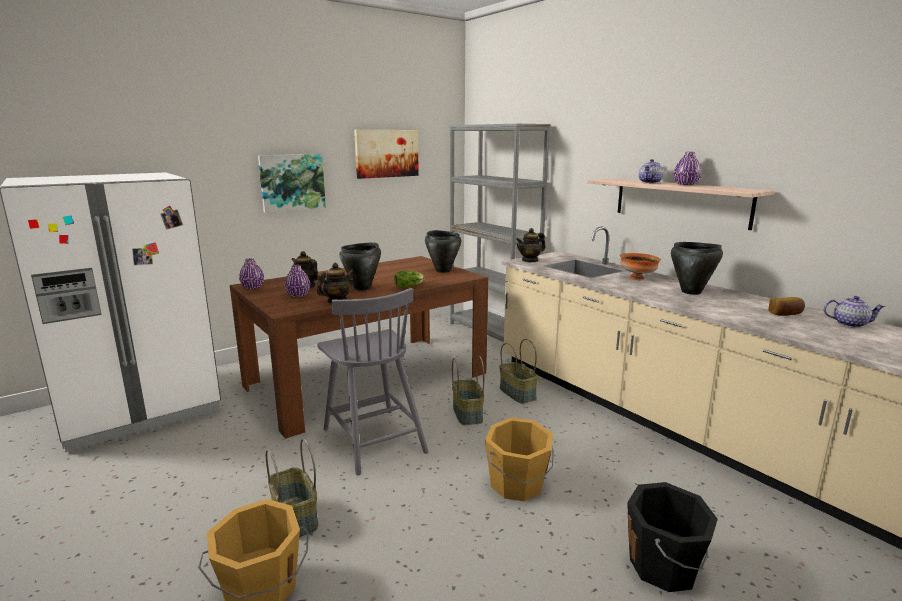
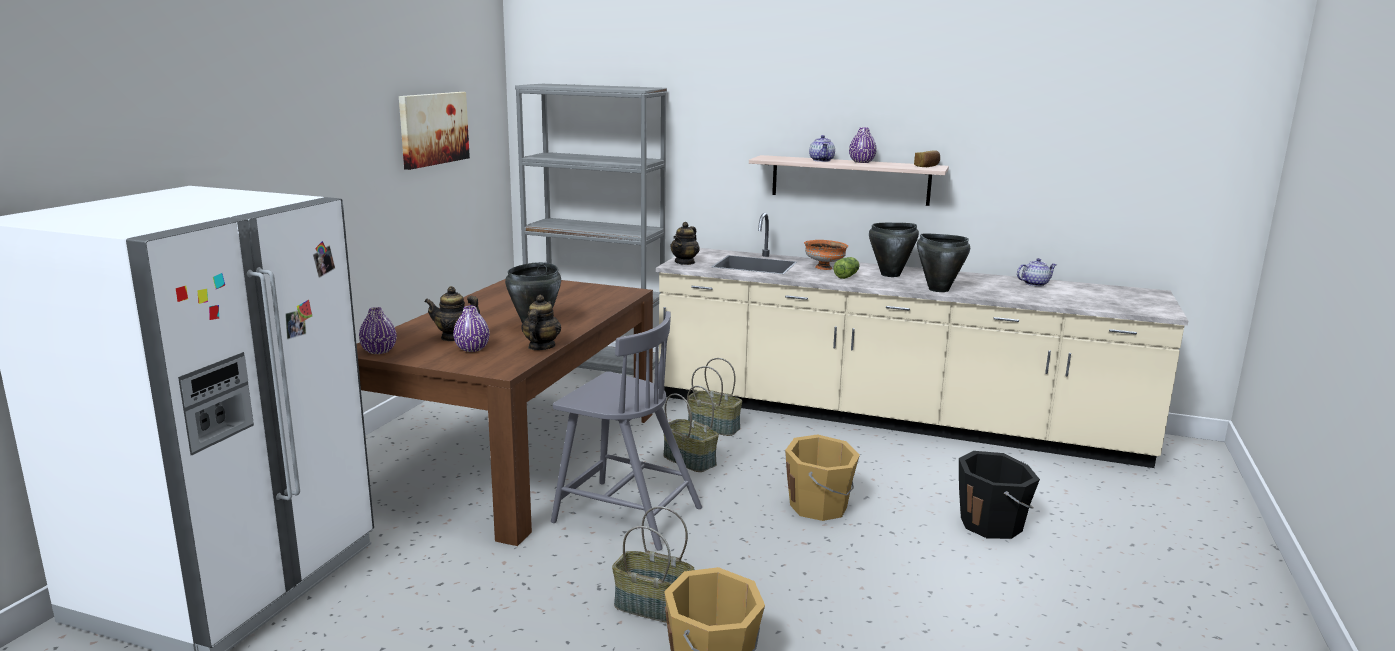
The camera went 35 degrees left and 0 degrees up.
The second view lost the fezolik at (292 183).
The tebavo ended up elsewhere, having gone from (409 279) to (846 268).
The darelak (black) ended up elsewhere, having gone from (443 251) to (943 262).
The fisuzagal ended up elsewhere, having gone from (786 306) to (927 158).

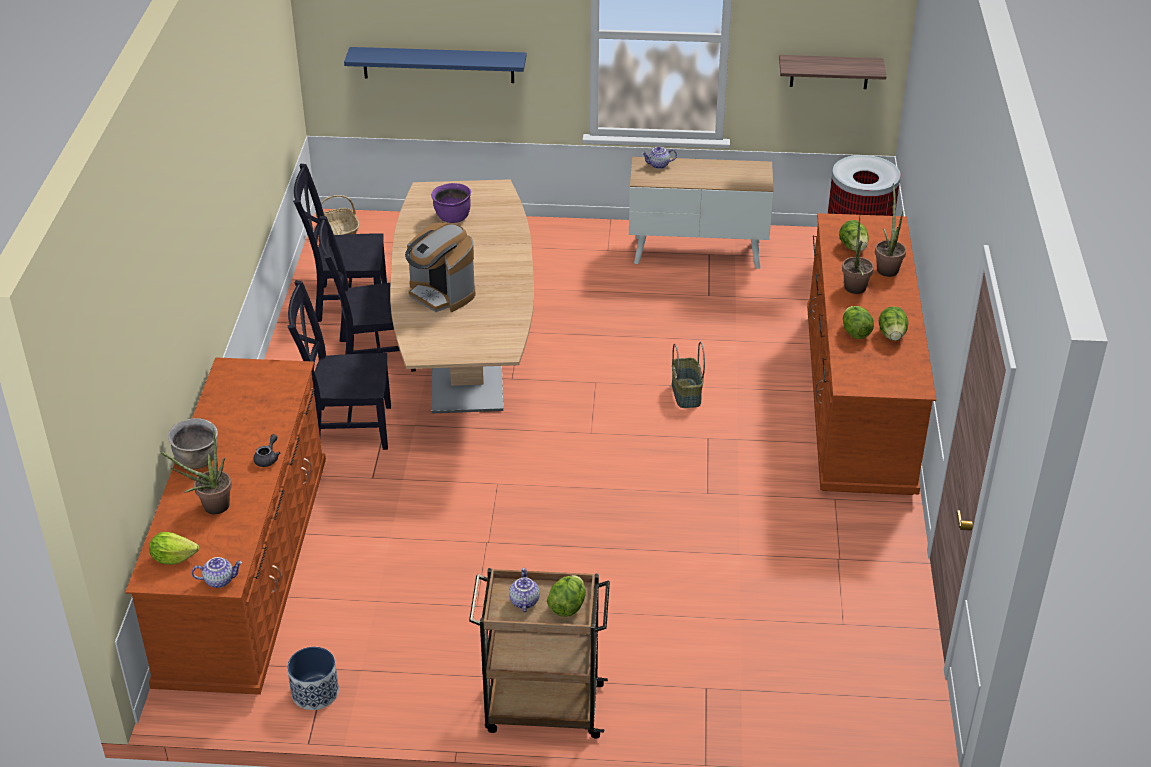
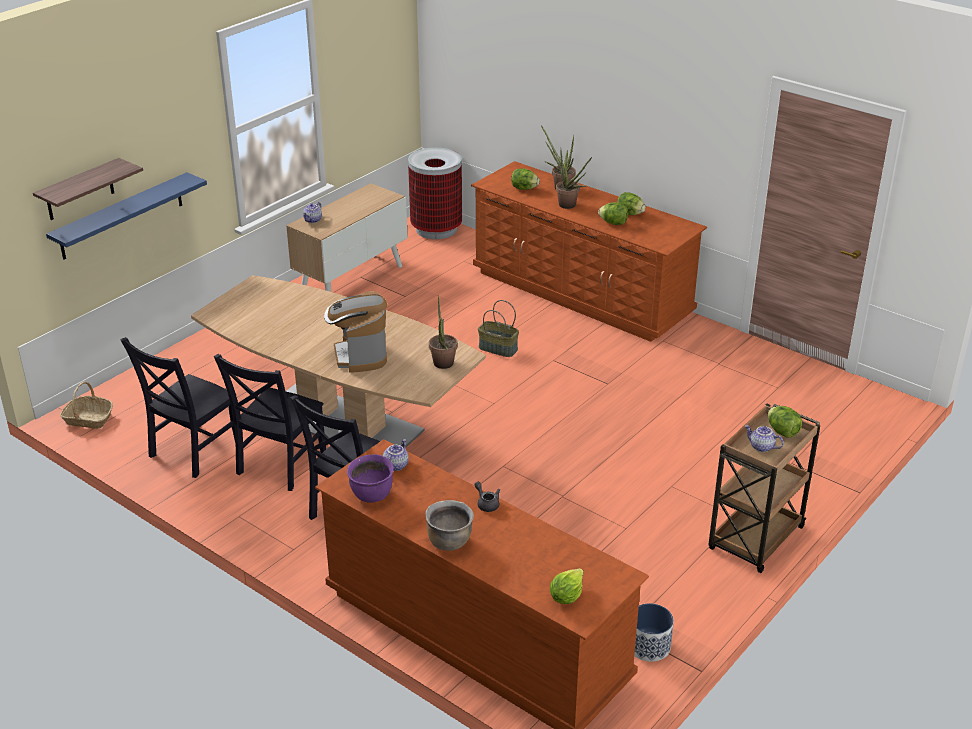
The camera went 55 degrees left and 5 degrees down.
The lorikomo ended up elsewhere, having gone from (196 471) to (443 332).
The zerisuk ended up elsewhere, having gone from (217 572) to (396 455).
The darelak (purple) ended up elsewhere, having gone from (451 203) to (370 478).
The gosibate ended up elsewhere, having gone from (832 72) to (88 189).
The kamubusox at (440 267) ended up facing another way, 90 degrees clockwise from before.

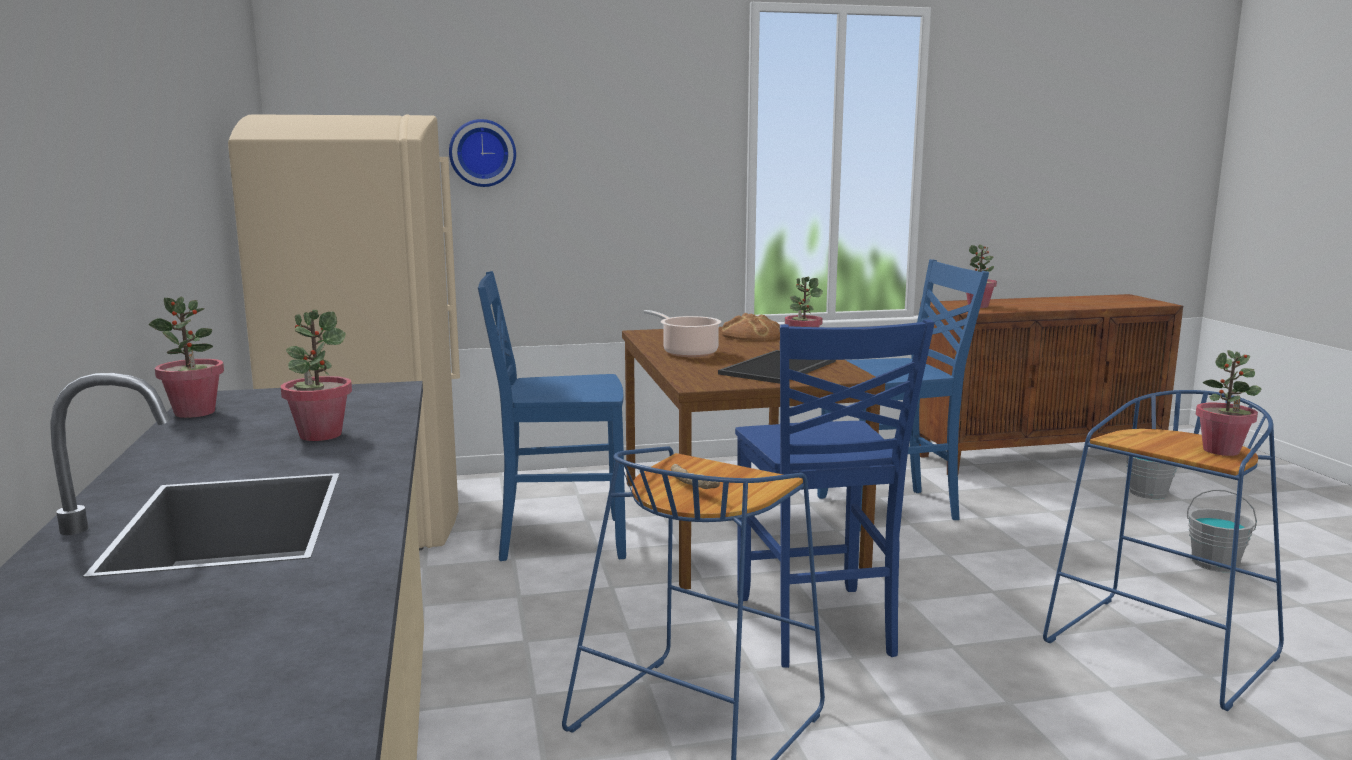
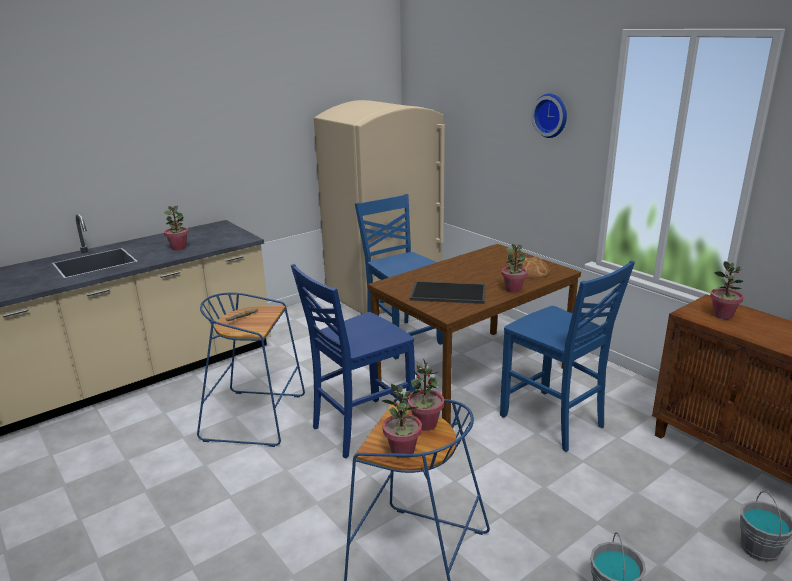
The camera went 65 degrees right and 10 degrees up.
The second view lost the darelak at (682 333).
The lorikomo ended up elsewhere, having gone from (186 357) to (425 395).
The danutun ended up elsewhere, having gone from (482 153) to (549 116).

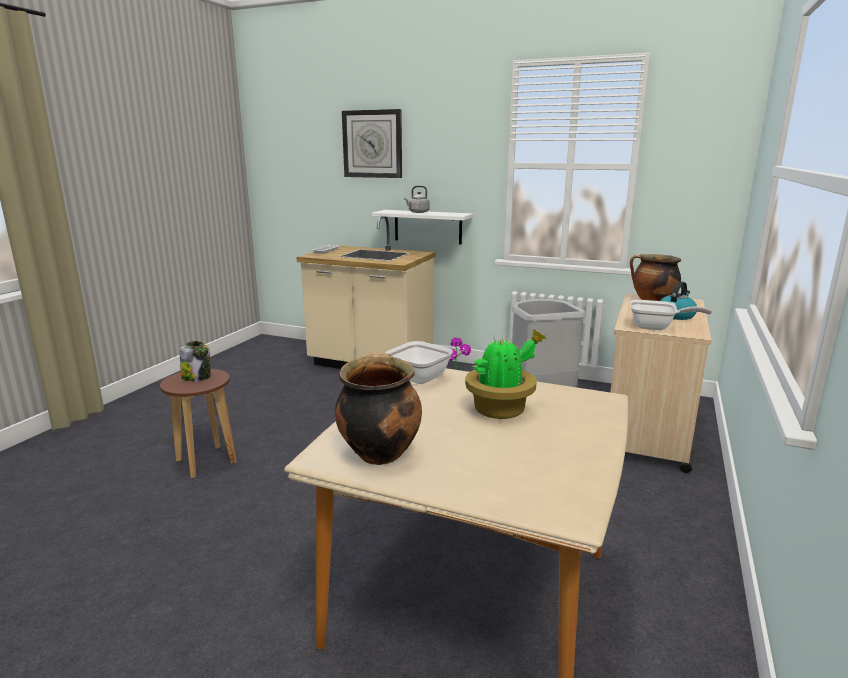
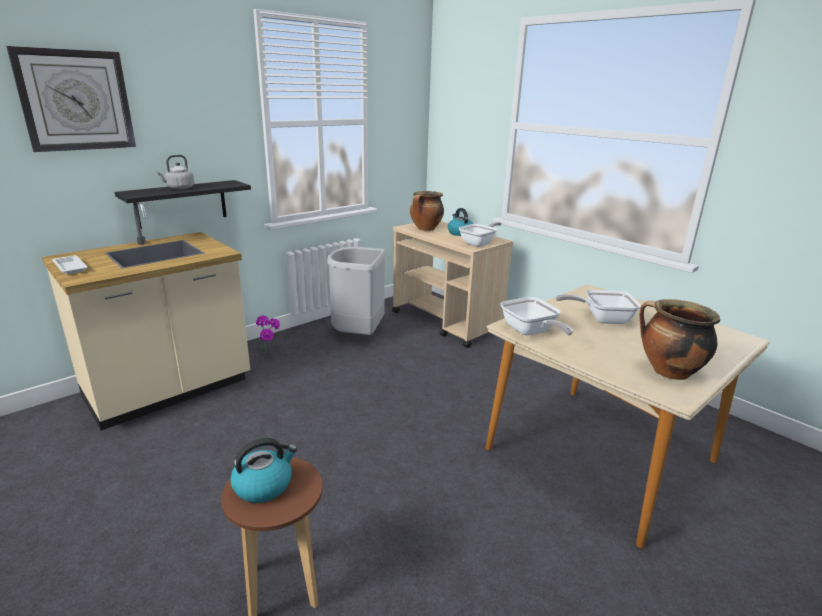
The camera went 65 degrees left and 5 degrees up.
Where the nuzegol stood at (195 361), the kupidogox came to stand at (263 470).
Where the lorikomo stood at (505 374), the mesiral came to stand at (598 307).
What was the gosibate (white) at (422 227) turned into the gosibate (black) at (183 204).

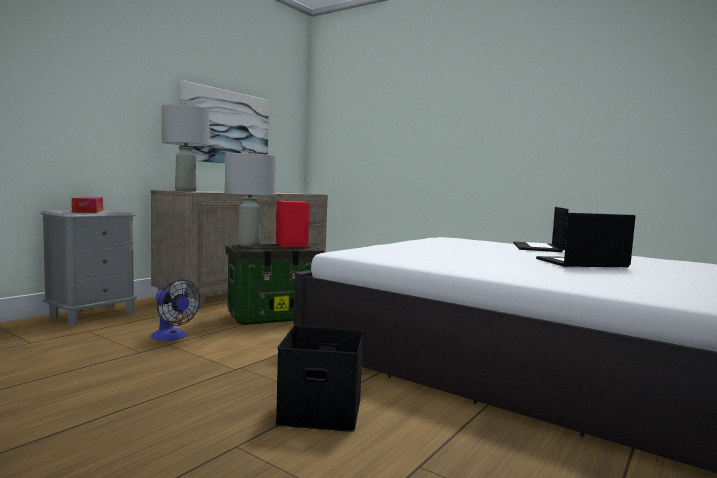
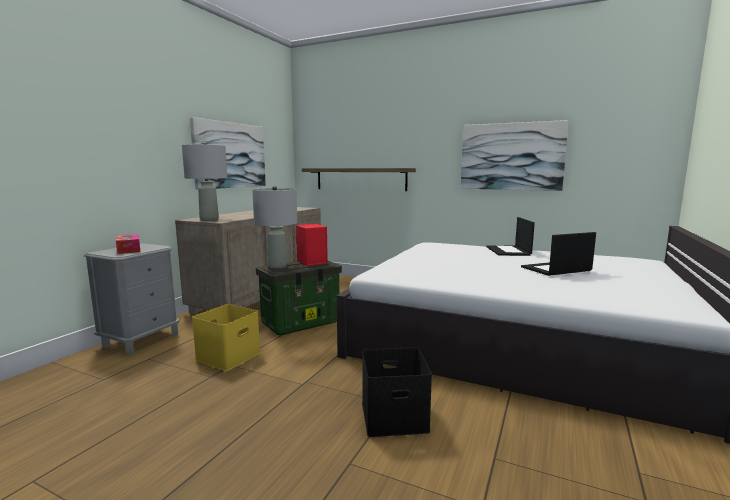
The camera went 10 degrees left and 5 degrees up.
The second view gained the gosibate at (359 179).
The second view gained the fezolik at (515 155).
Where the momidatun stood at (175 309), the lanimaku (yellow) came to stand at (226 337).

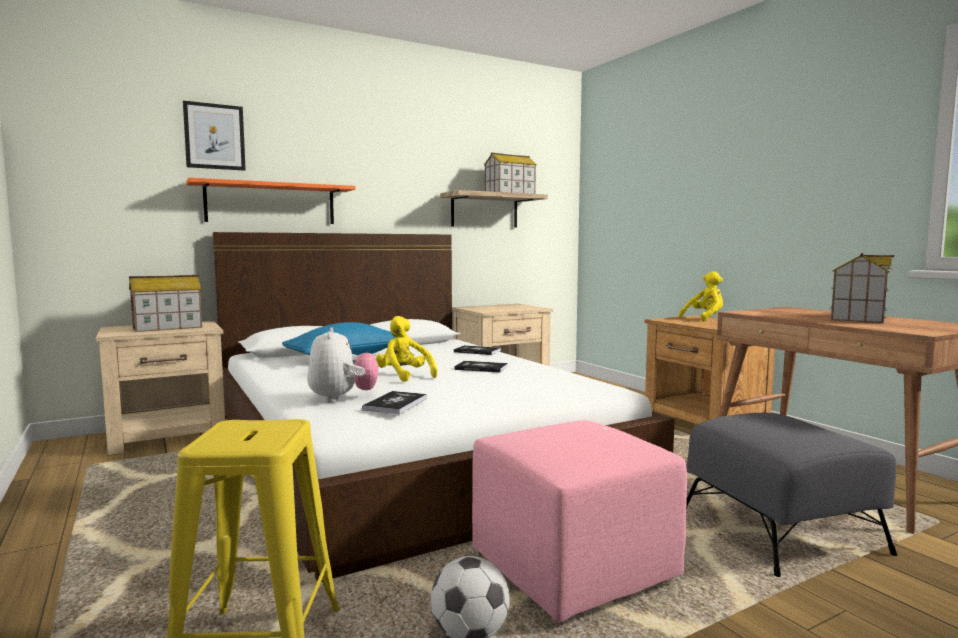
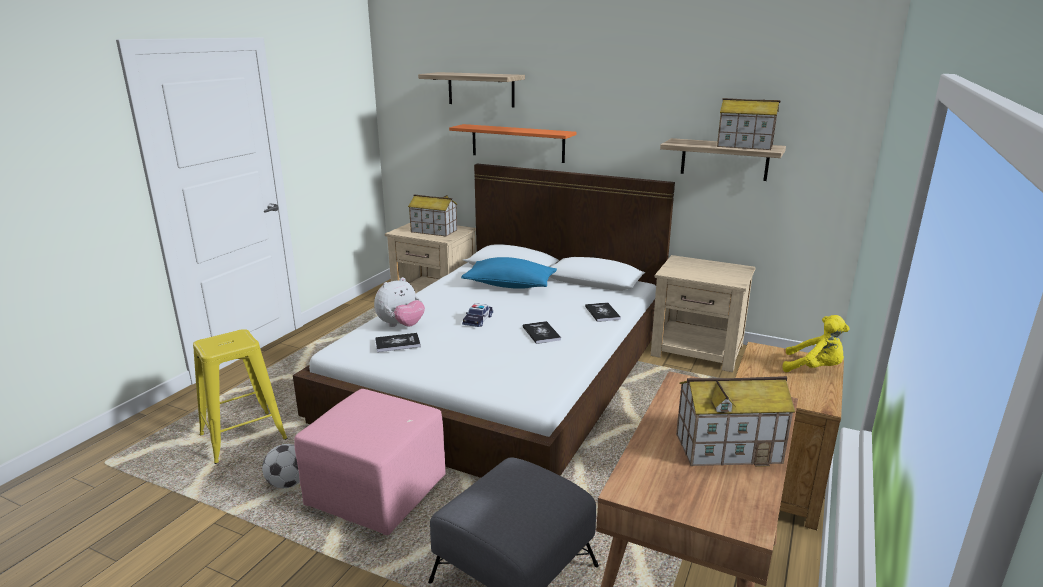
The camera went 55 degrees right and 15 degrees up.
Where the fezolik hung at (214 136), the gosibate came to hang at (471 89).
Where the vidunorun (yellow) stood at (407 349), the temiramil came to stand at (477 315).

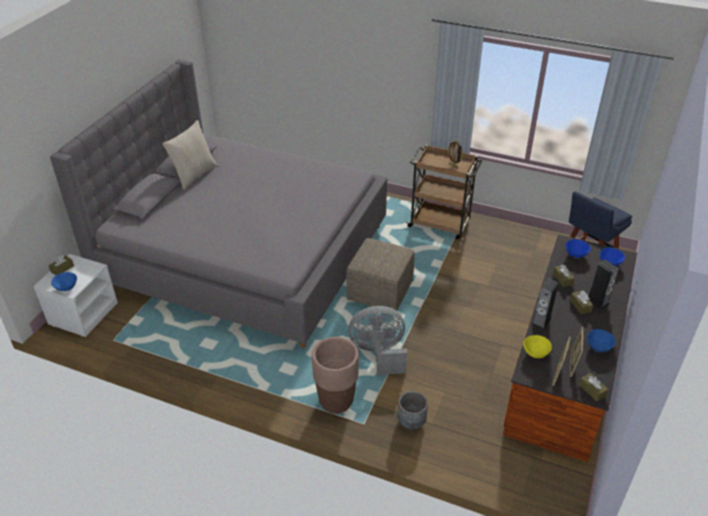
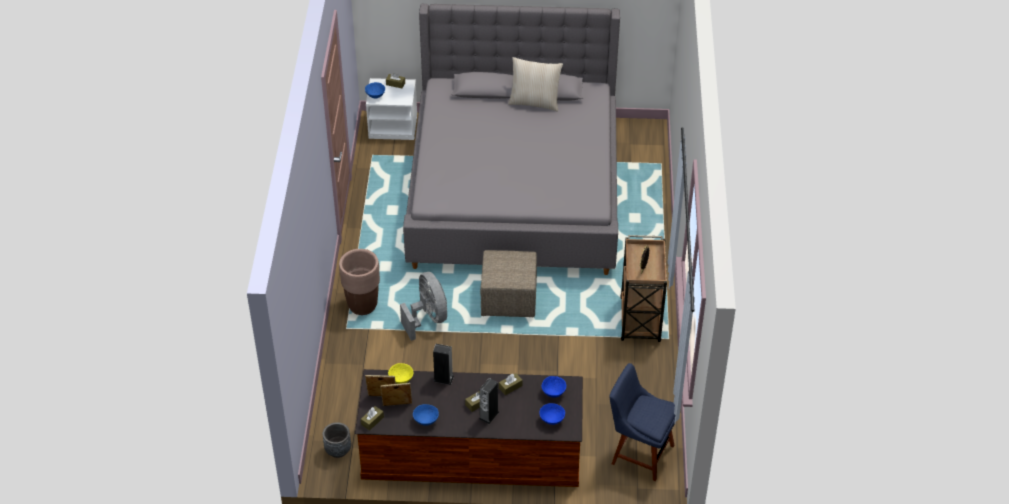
The camera went 70 degrees right and 5 degrees up.
The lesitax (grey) ended up elsewhere, having gone from (412 410) to (337 440).

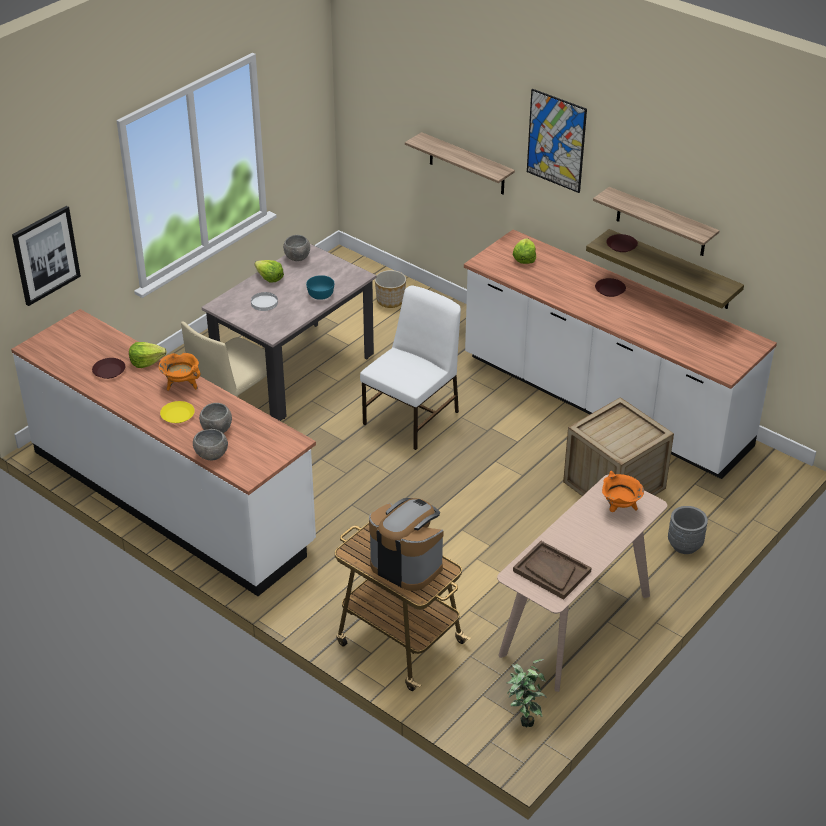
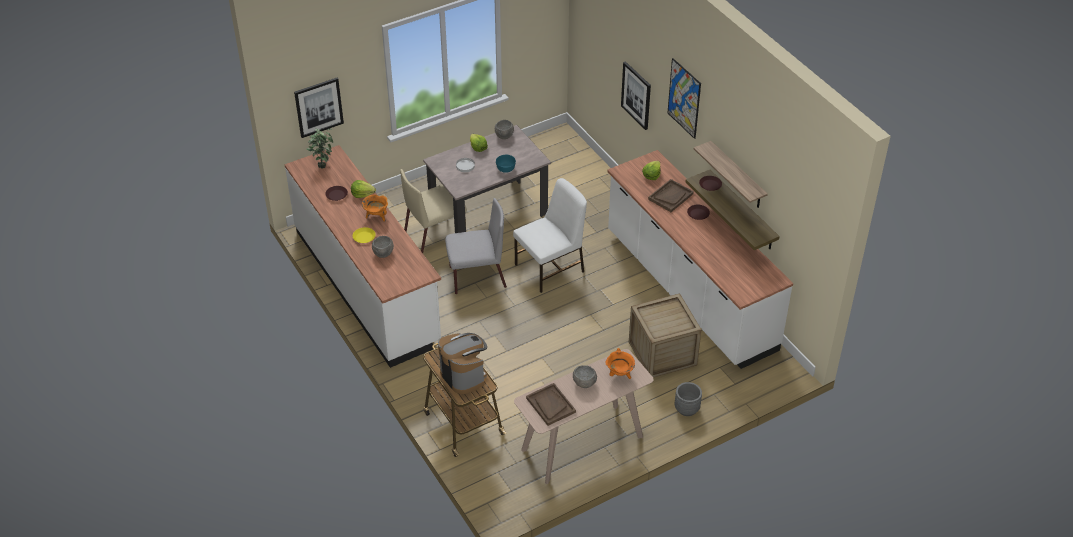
The camera went 20 degrees right and 5 degrees up.
The second view lost the lesitax at (390 289).
The second view gained the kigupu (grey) at (476 246).
The second view gained the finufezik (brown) at (671 195).
The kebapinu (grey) ended up elsewhere, having gone from (210 444) to (585 376).
The lorikomo ended up elsewhere, having gone from (527 693) to (319 148).
Where the gosibate hung at (460 163), the fezolik came to hang at (636 95).

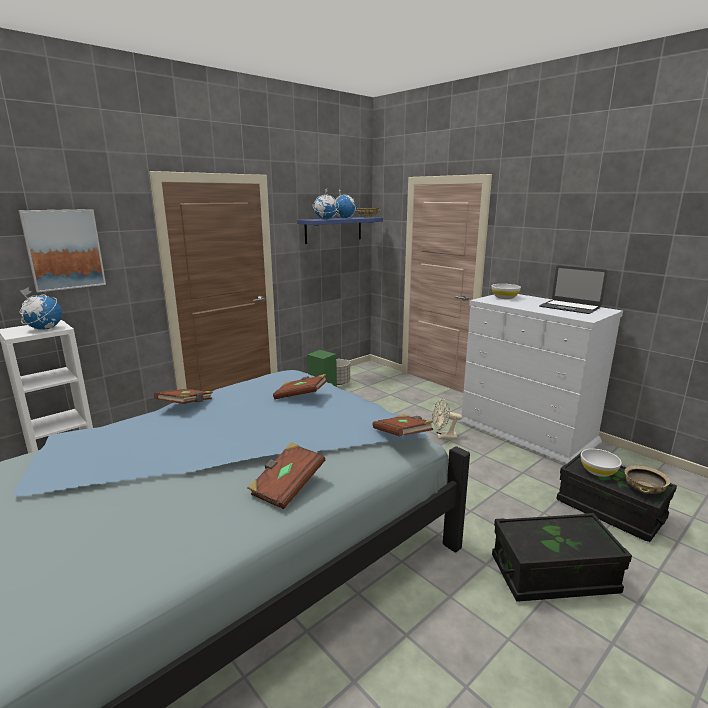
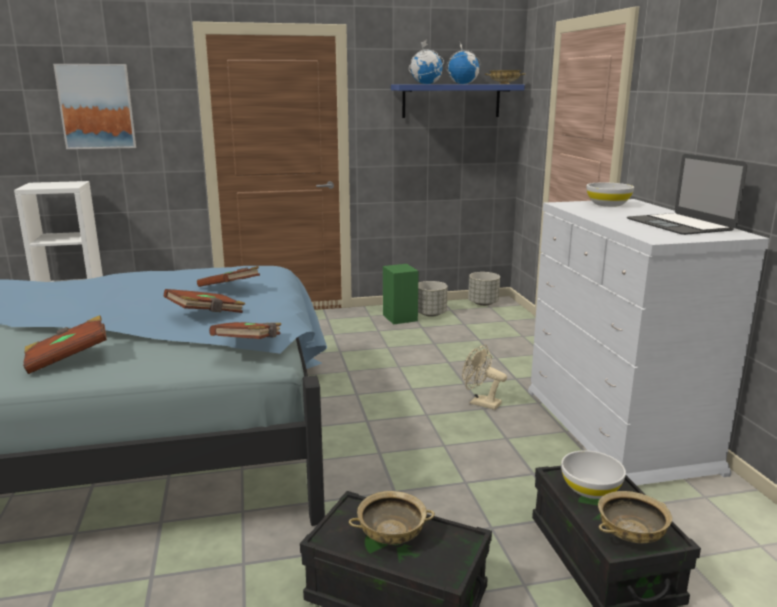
The camera went 30 degrees right and 0 degrees up.
The second view lost the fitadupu at (41 308).
The second view gained the kebapinu (beige) at (392 518).
The second view gained the lesitax (grey) at (484 289).
The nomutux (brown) ended up elsewhere, having gone from (183 396) to (204 301).

